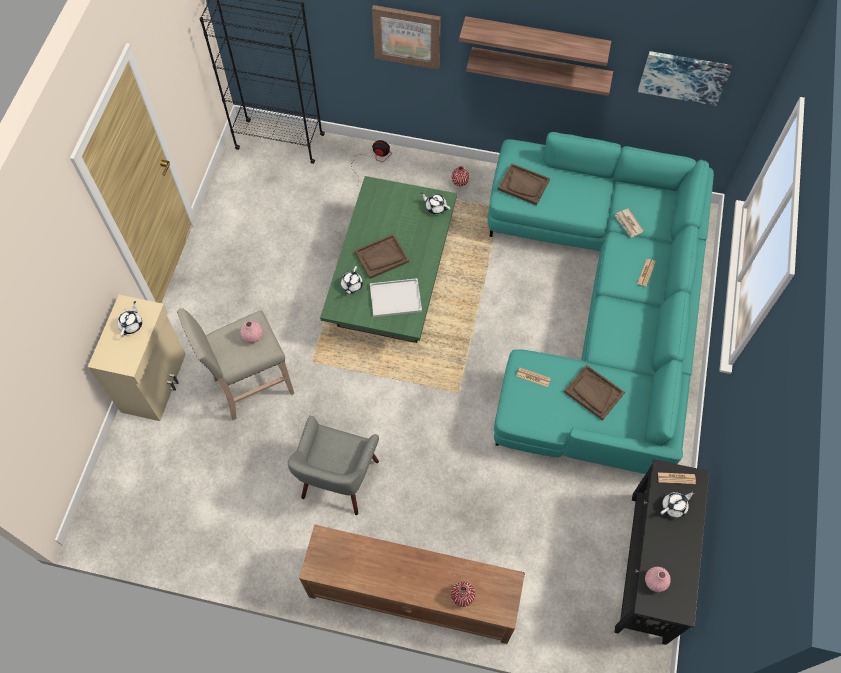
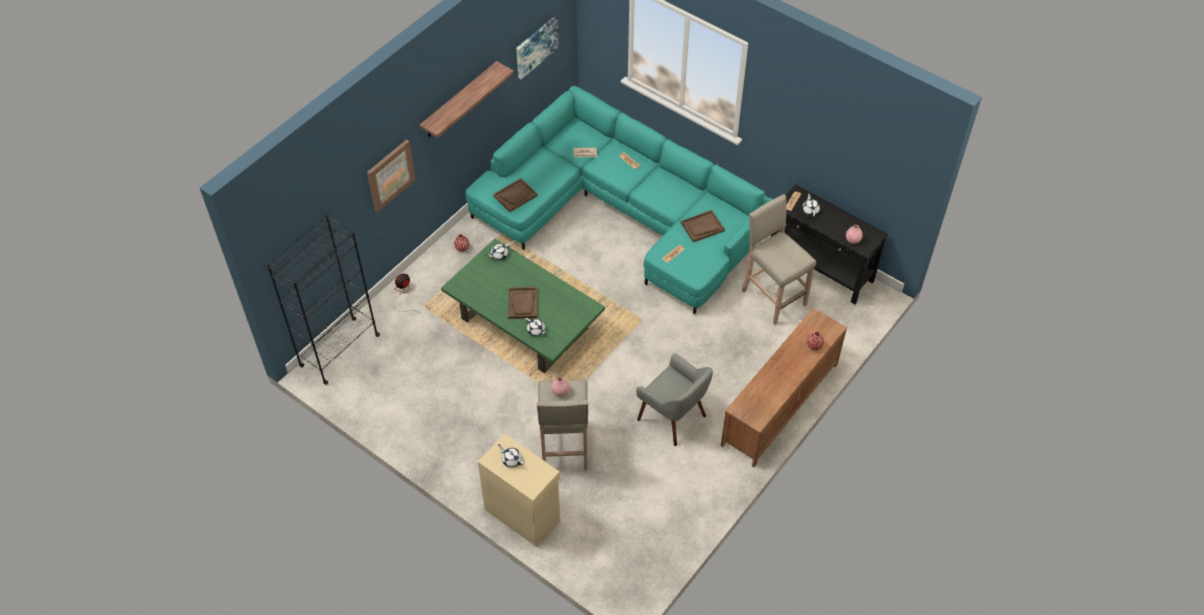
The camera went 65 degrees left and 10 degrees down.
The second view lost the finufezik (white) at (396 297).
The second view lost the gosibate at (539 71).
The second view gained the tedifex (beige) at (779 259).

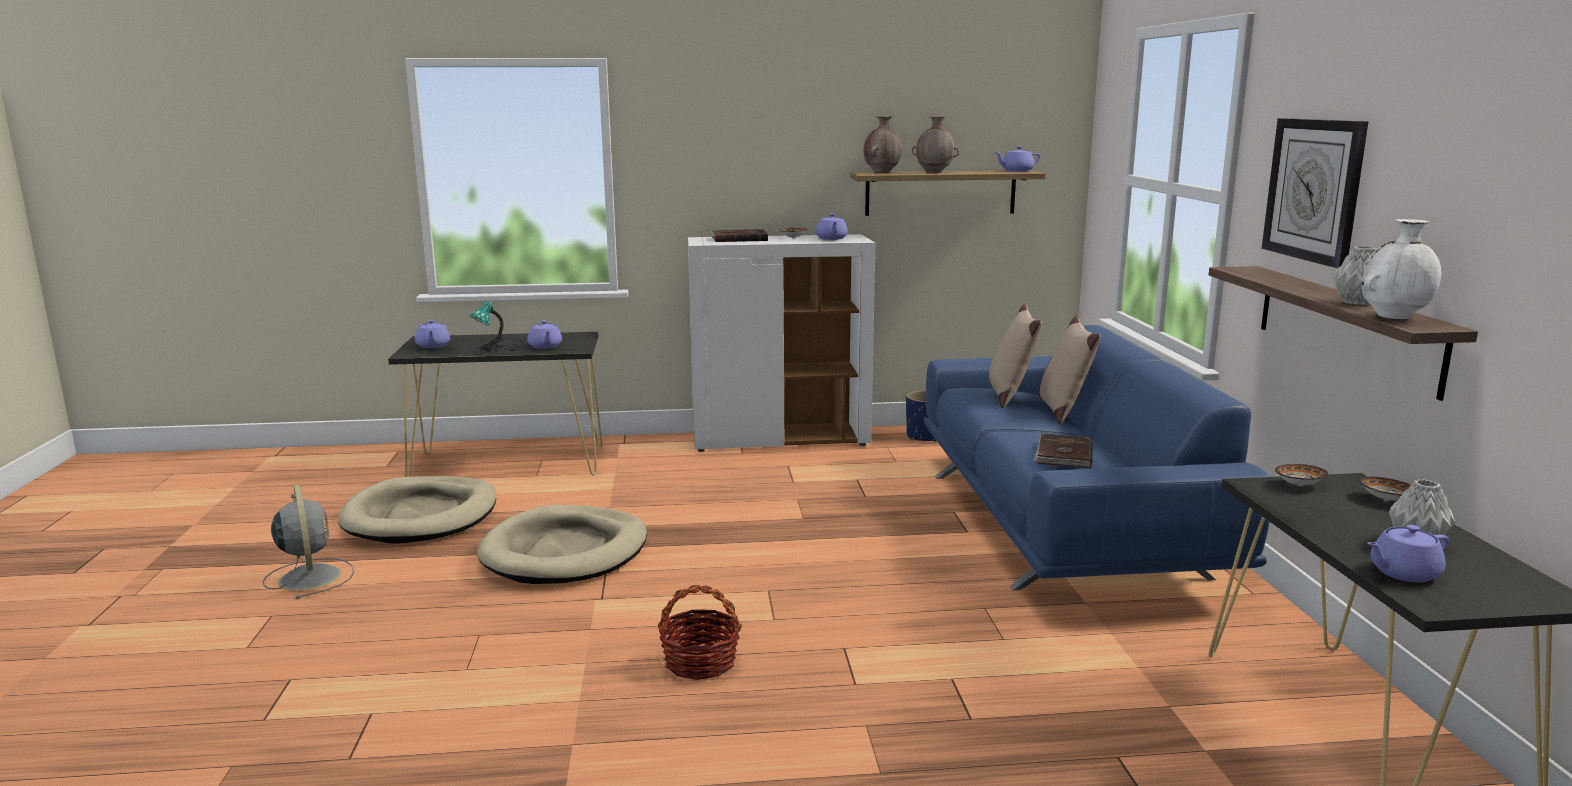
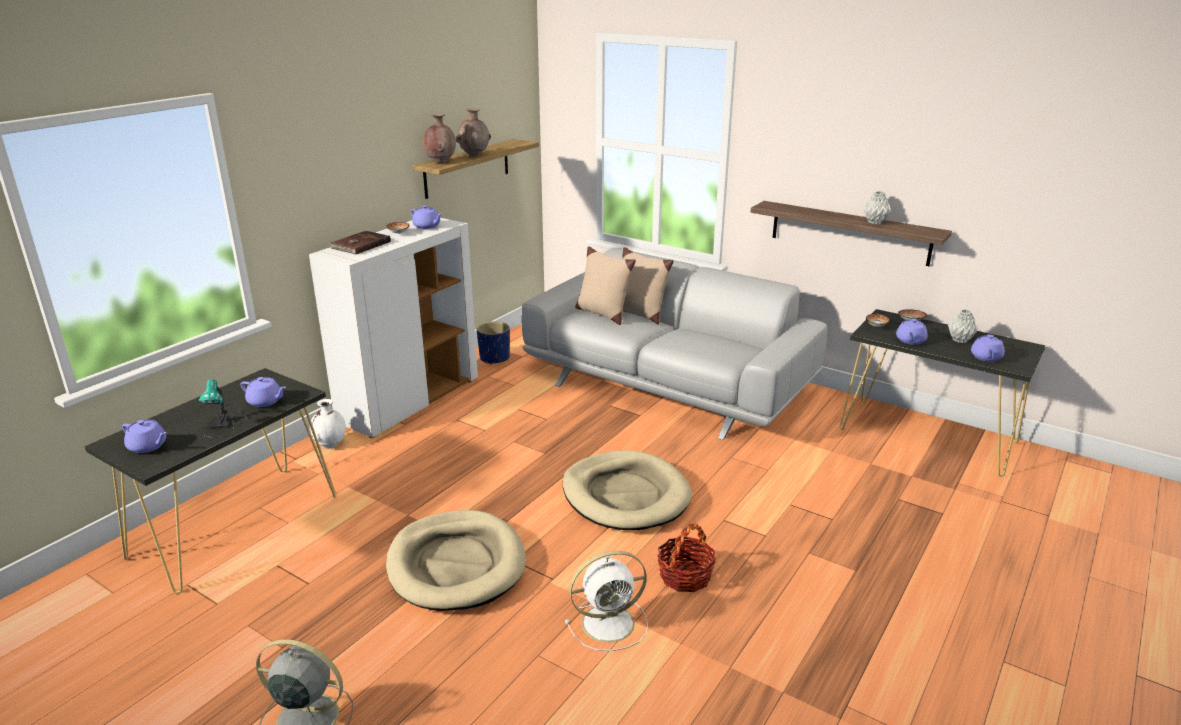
The camera went 50 degrees left and 10 degrees up.
The second view lost the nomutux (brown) at (1063 450).
The second view lost the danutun at (1315 193).
The second view gained the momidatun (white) at (606 601).
The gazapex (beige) ended up elsewhere, having gone from (417 510) to (627 490).
The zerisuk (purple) ended up elsewhere, having gone from (1017 159) to (912 332).
The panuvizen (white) ended up elsewhere, having gone from (1401 269) to (328 424).
What was the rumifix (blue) at (1097 458) turned into the rumifix (grey) at (674 344).

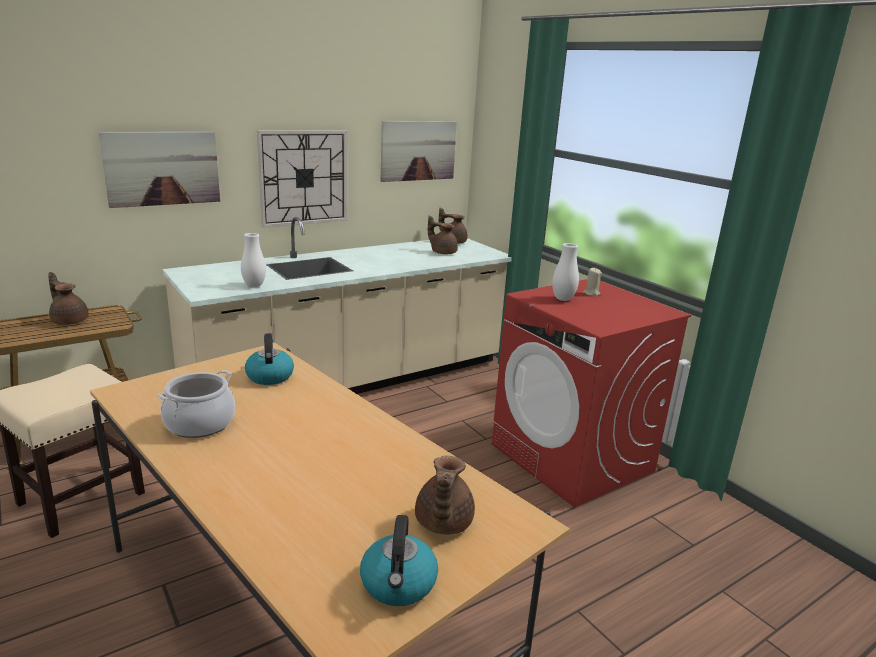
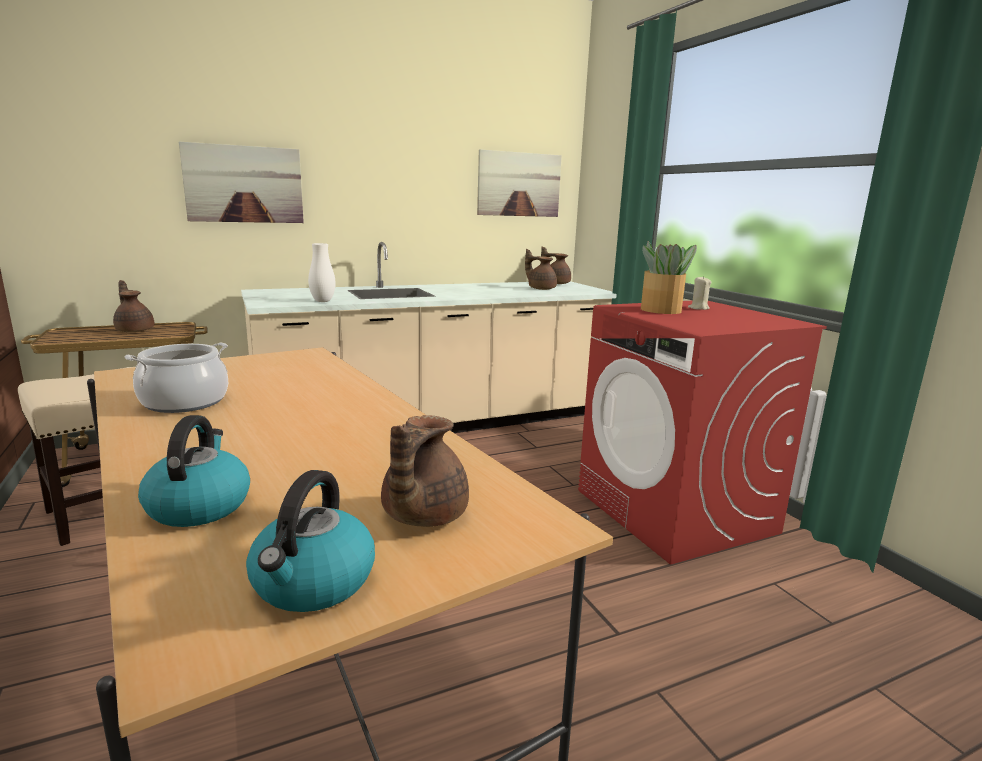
The camera went 10 degrees right and 5 degrees down.
The second view lost the danutun at (302 179).
The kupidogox ended up elsewhere, having gone from (269 359) to (194 471).
Where the panuvizen (white) stood at (565 272), the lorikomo came to stand at (669 277).

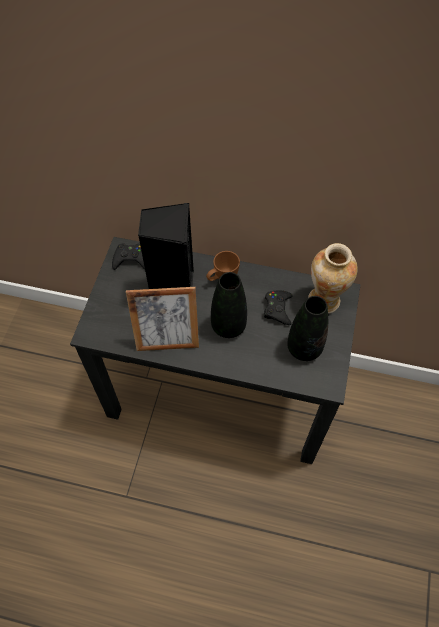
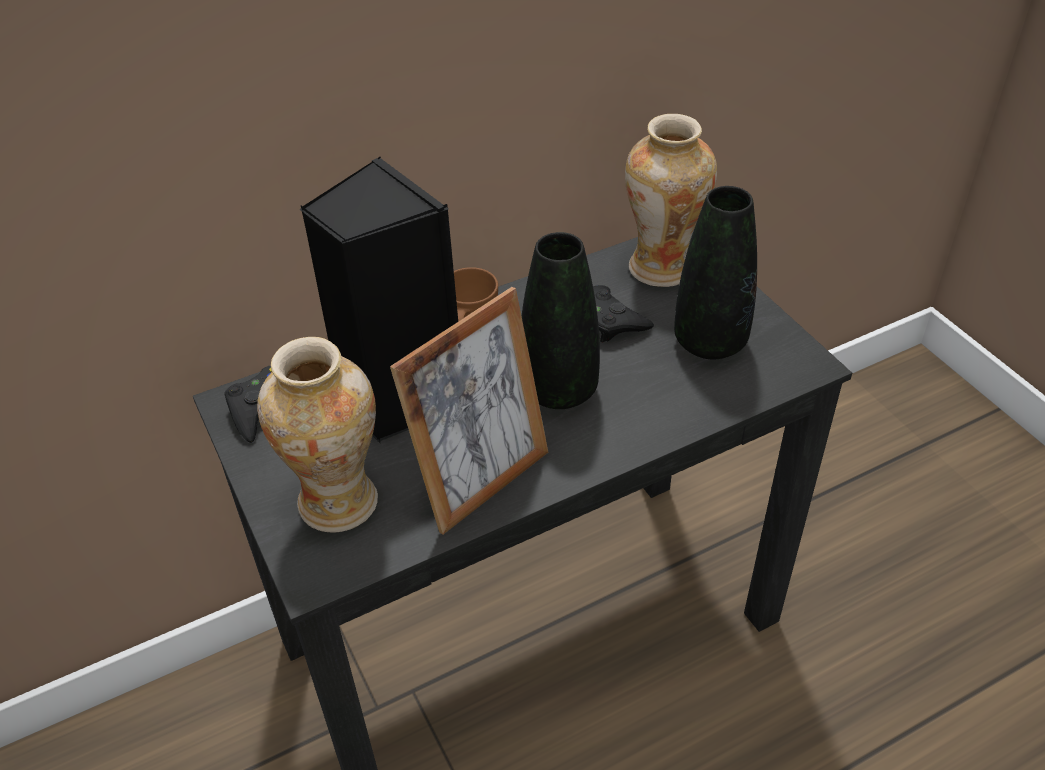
The camera went 40 degrees left and 15 degrees down.
The second view gained the panuvizen at (317 435).

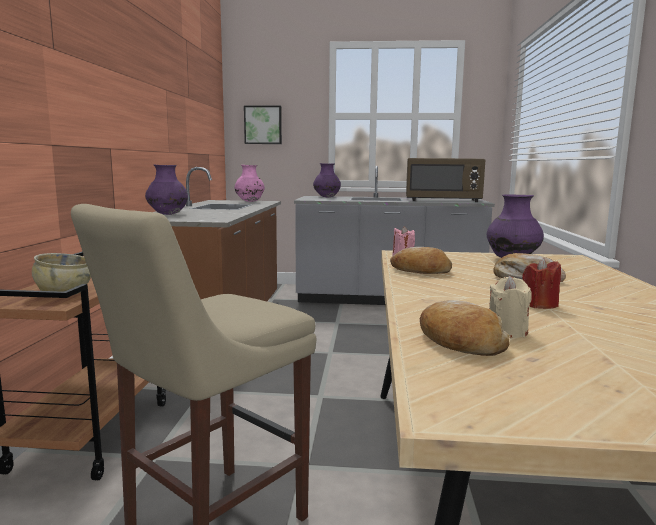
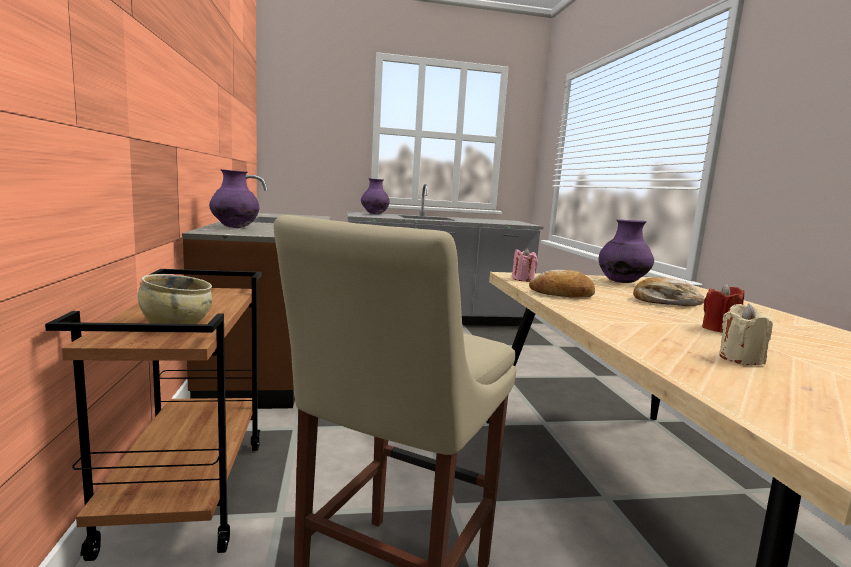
The camera went 15 degrees left and 0 degrees up.
The second view lost the panuvizen (pink) at (249 183).
The second view lost the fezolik at (263 125).
The second view lost the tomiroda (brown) at (446 180).
The second view lost the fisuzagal at (464 328).

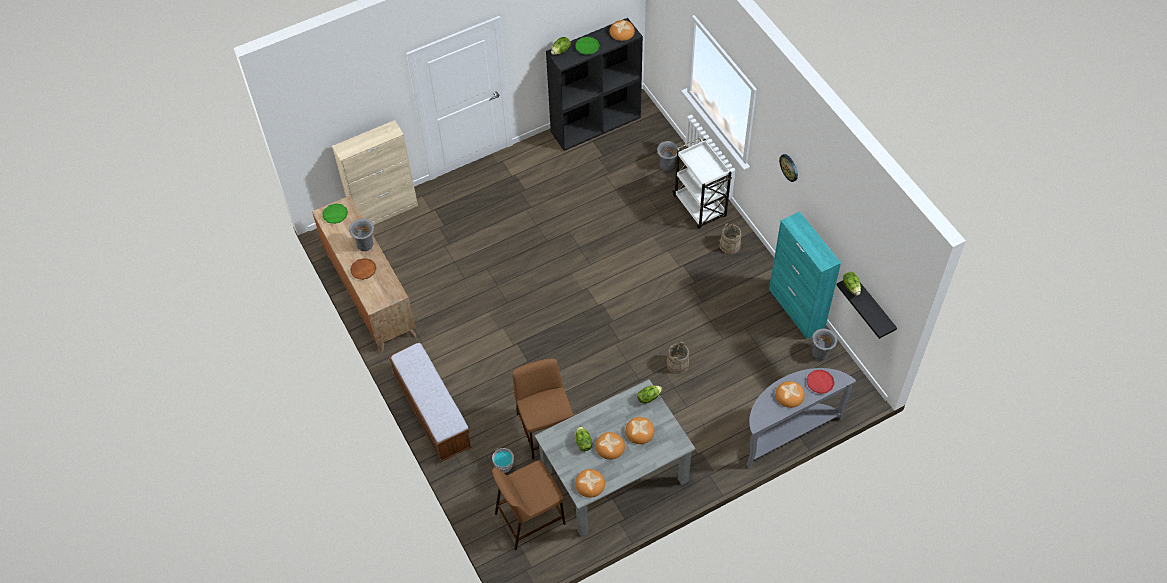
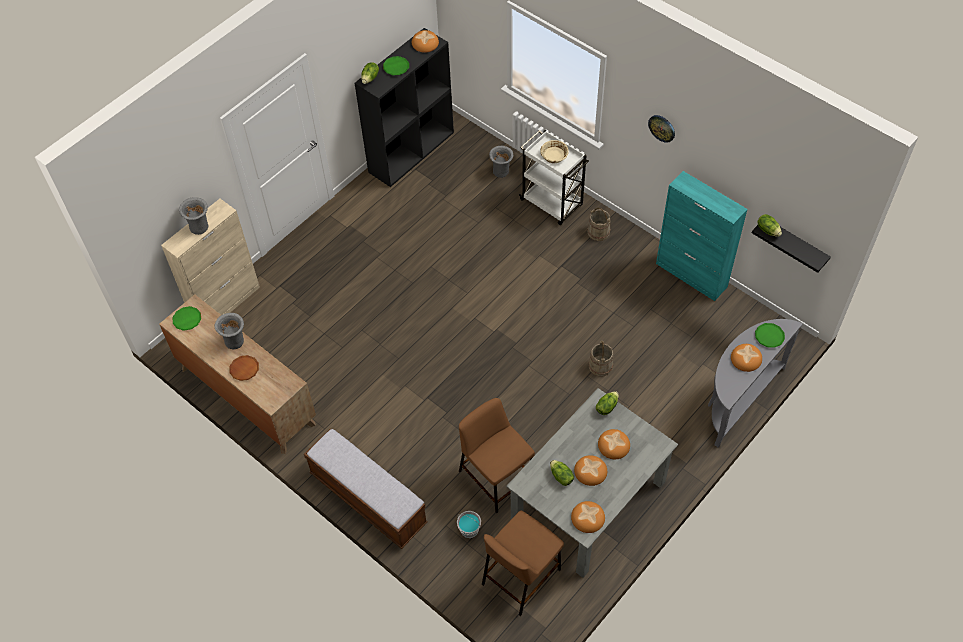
The camera went 20 degrees left and 0 degrees up.
The second view gained the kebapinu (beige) at (554 151).
The panuvizen (grey) ended up elsewhere, having gone from (824 344) to (193 216).
What was the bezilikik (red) at (821 382) turned into the bezilikik (green) at (770 335).

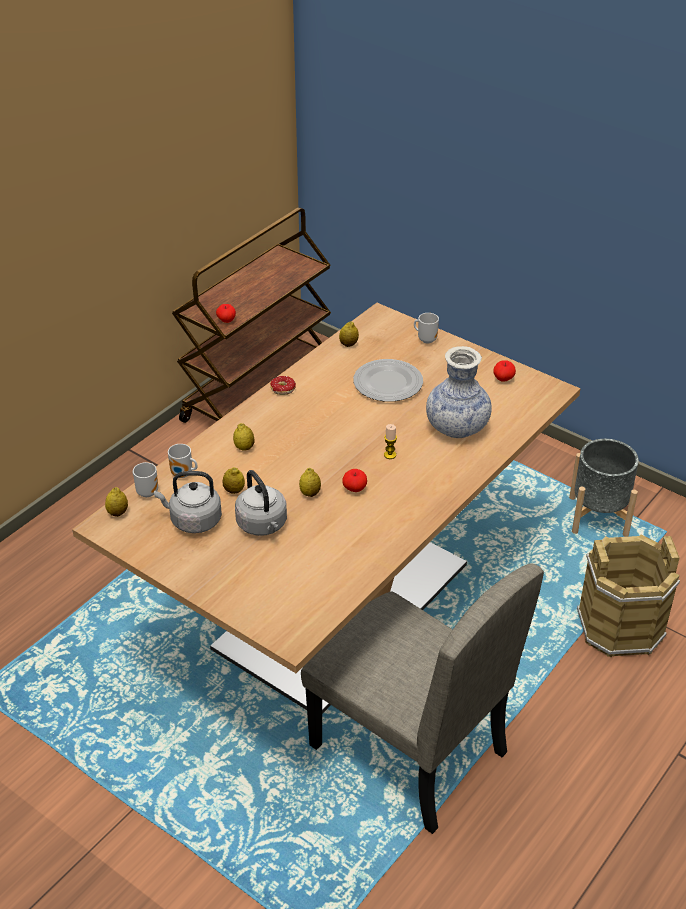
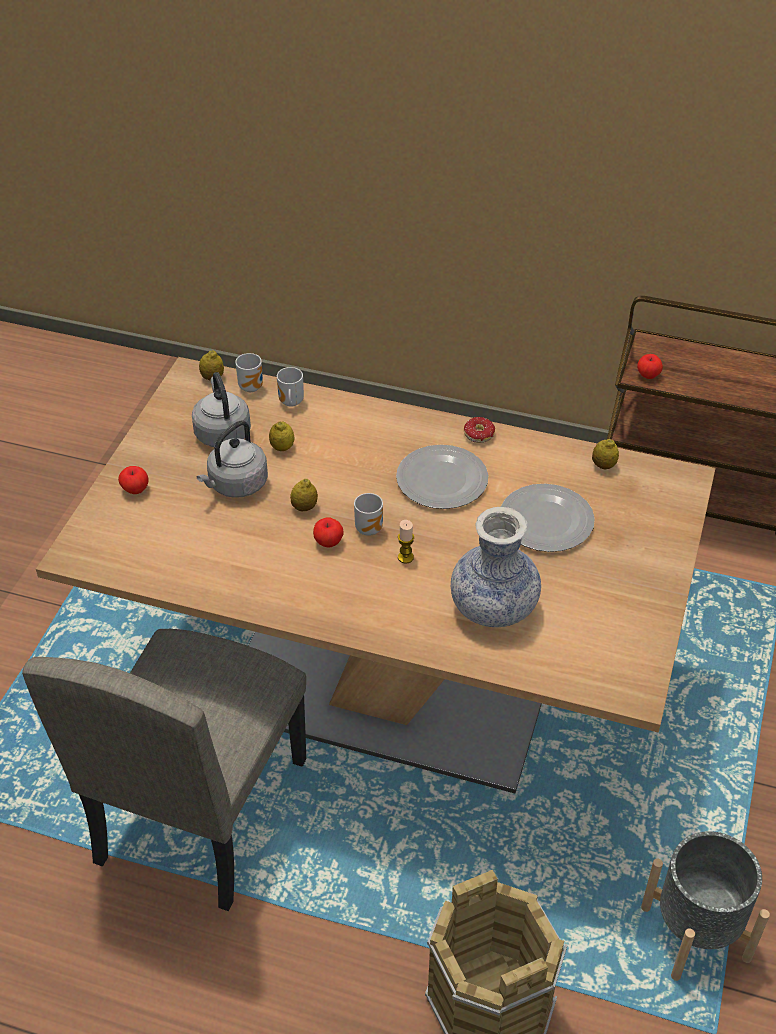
The camera went 70 degrees right and 5 degrees up.
The second view lost the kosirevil at (243 436).
The second view gained the bezilikik at (442 477).
The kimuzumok ended up elsewhere, having gone from (426 328) to (368 514).
The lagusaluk ended up elsewhere, having gone from (504 370) to (133 480).

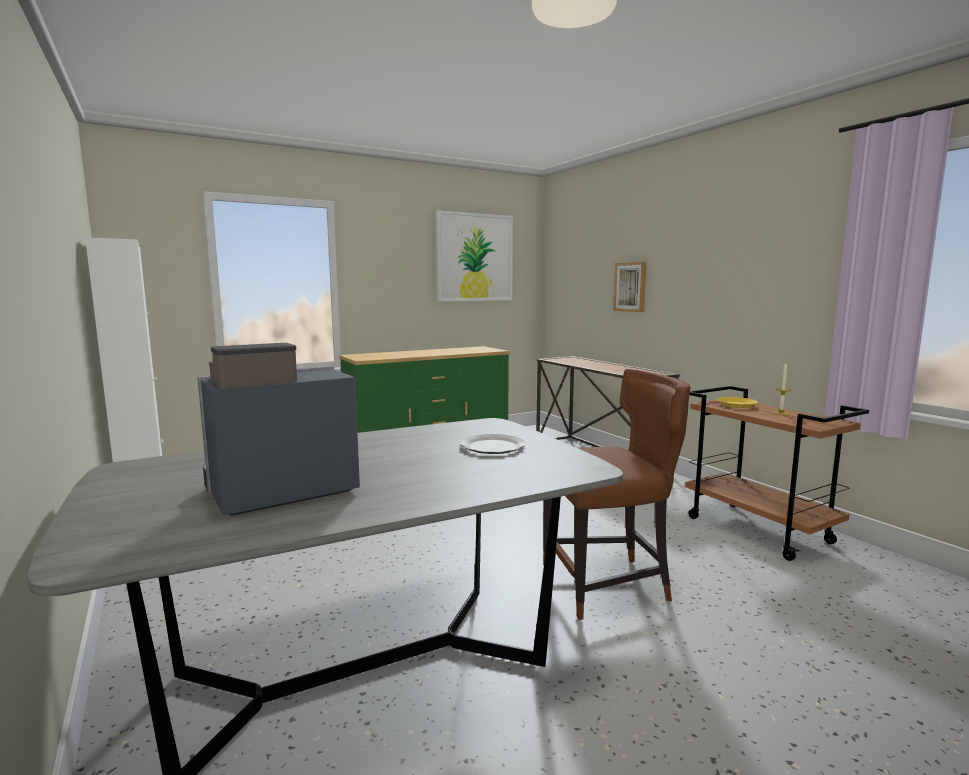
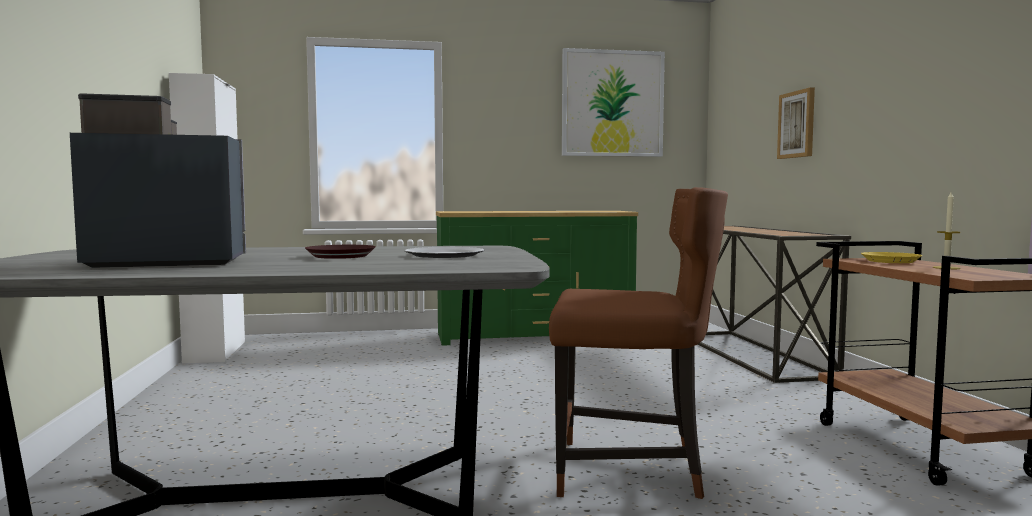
The camera went 20 degrees right and 5 degrees down.
The second view gained the bezilikik (brown) at (340 252).

